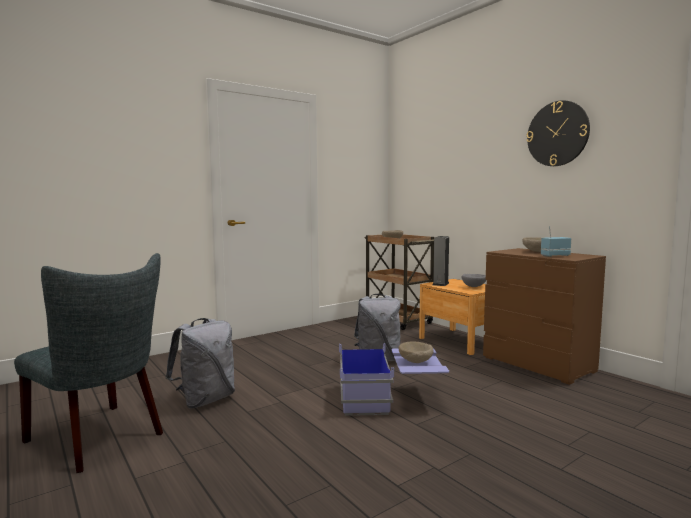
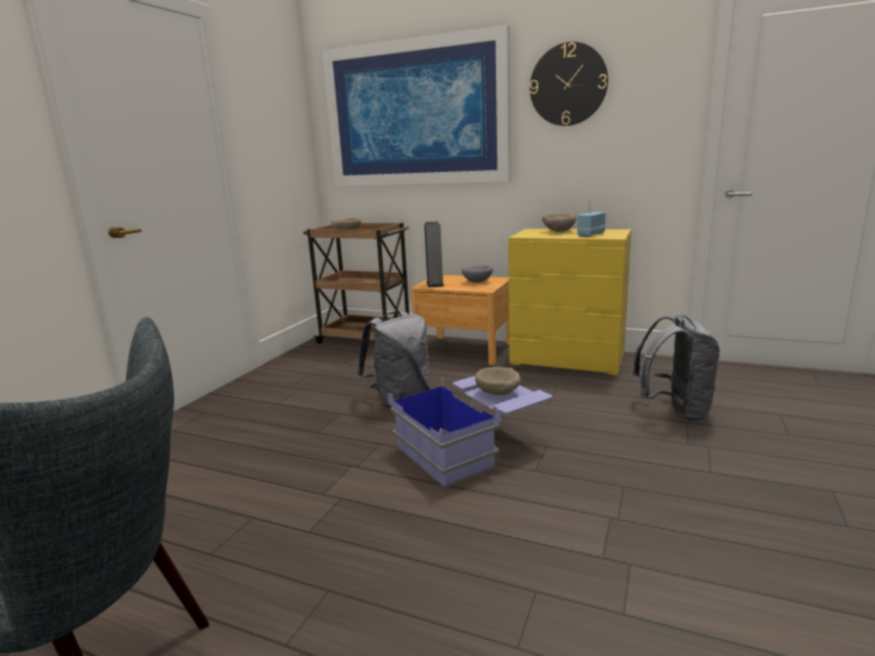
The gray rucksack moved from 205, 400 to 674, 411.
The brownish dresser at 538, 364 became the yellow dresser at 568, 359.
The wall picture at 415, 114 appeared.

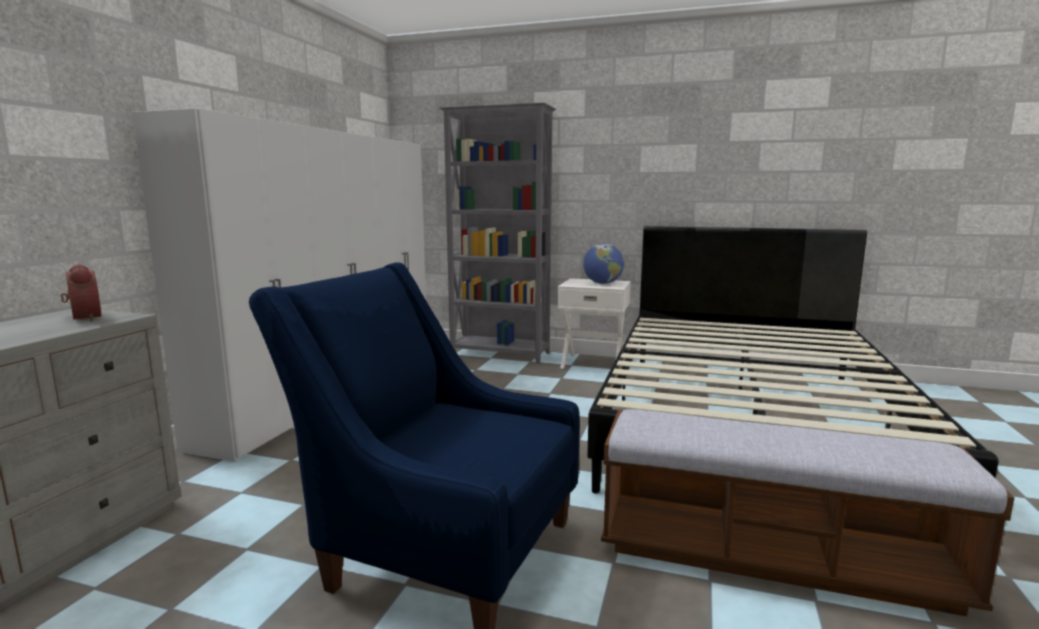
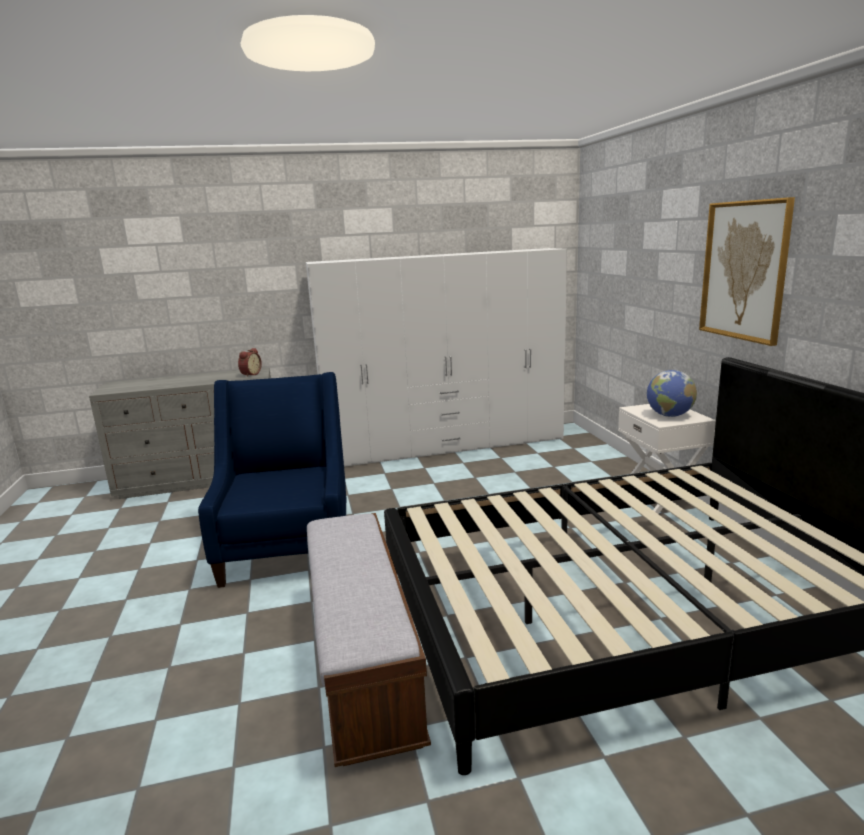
The gray shelving unit at 500, 354 disappeared.
The wall picture at 744, 270 appeared.

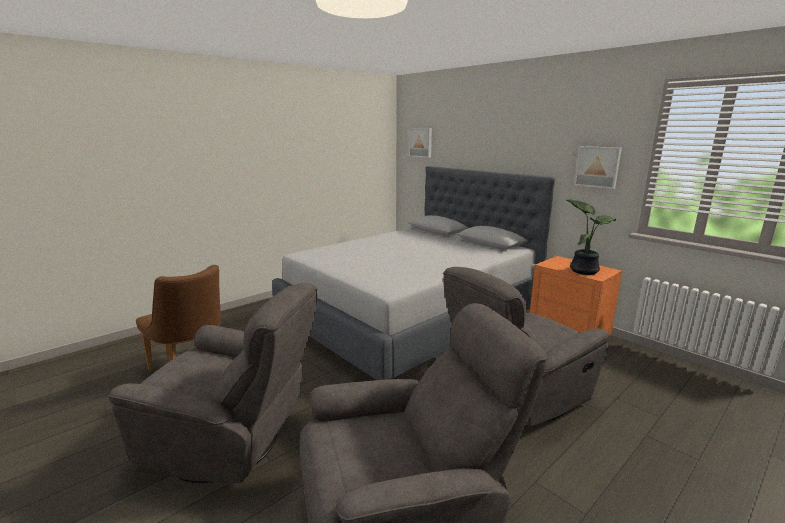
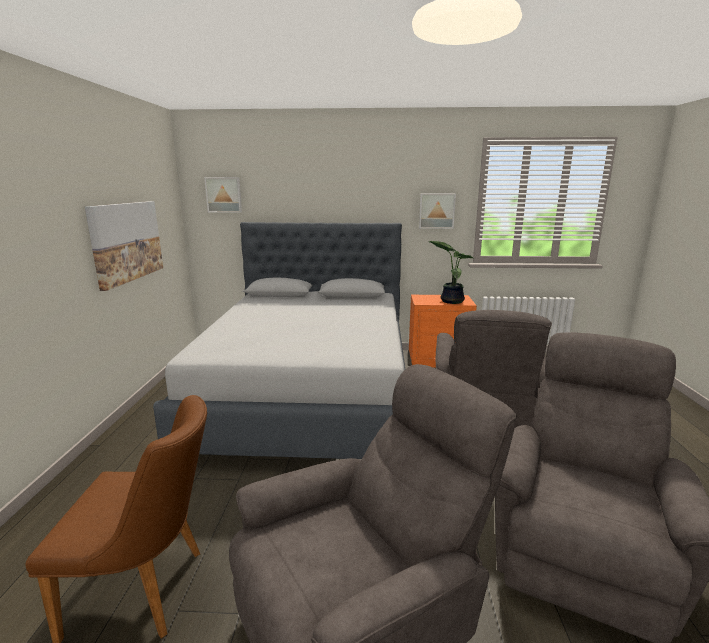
The wall picture at 126, 241 appeared.

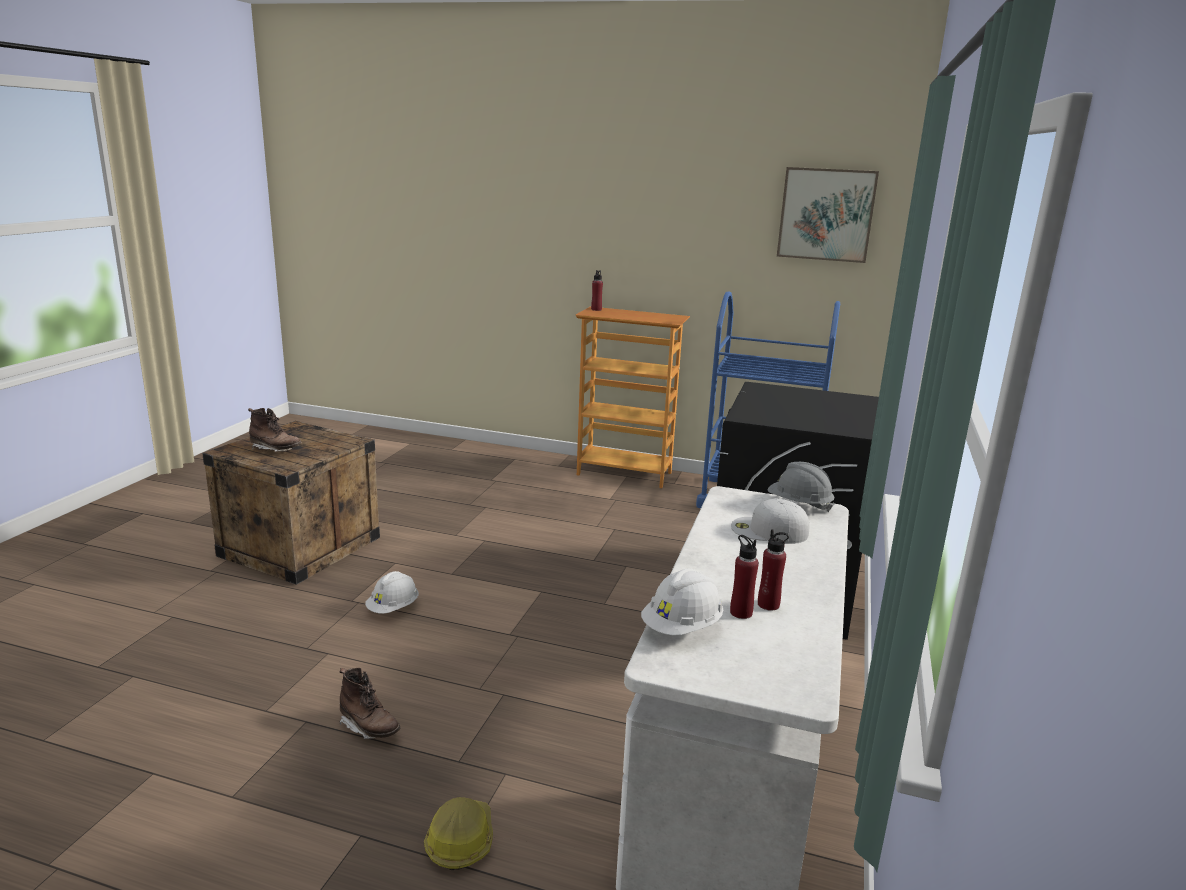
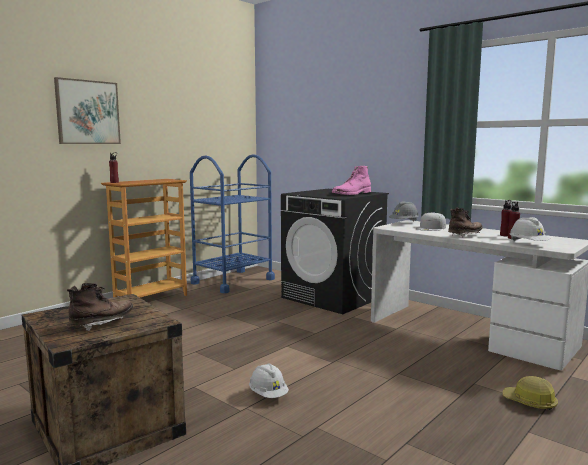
The brownish boot moved from 369, 727 to 465, 235.
The wall picture moved from 826, 214 to 87, 112.
The pink-coloured boot at 352, 194 appeared.

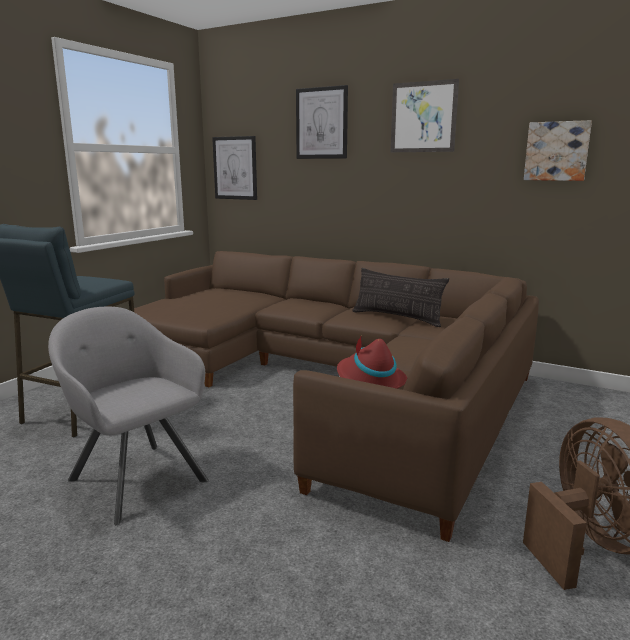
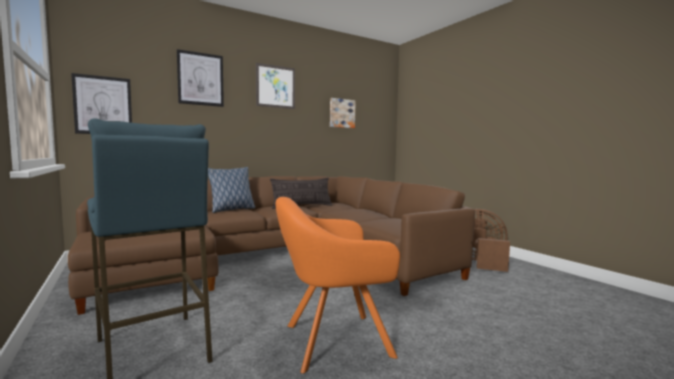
The gray easy chair at 134, 477 became the orange easy chair at 332, 341.
The red hat at 369, 380 disappeared.
The throw pillow at 231, 210 appeared.

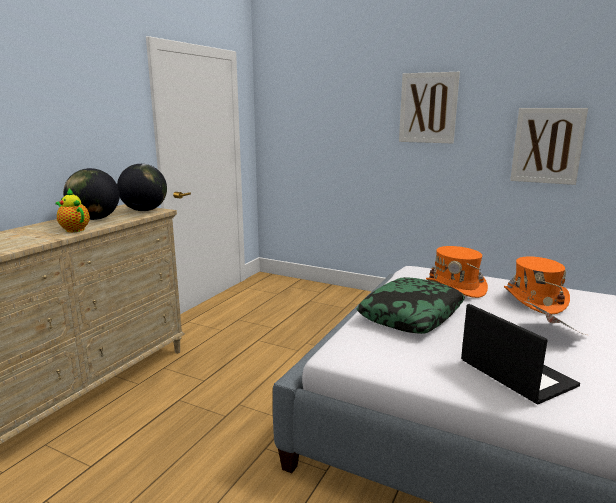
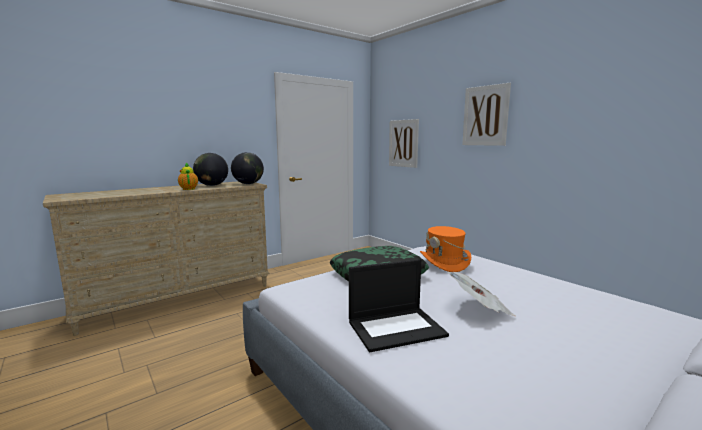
The notebook computer at 515, 373 turned 75 degrees clockwise.
The orange hat at 534, 300 disappeared.
The wall picture moved from 547, 146 to 403, 143.

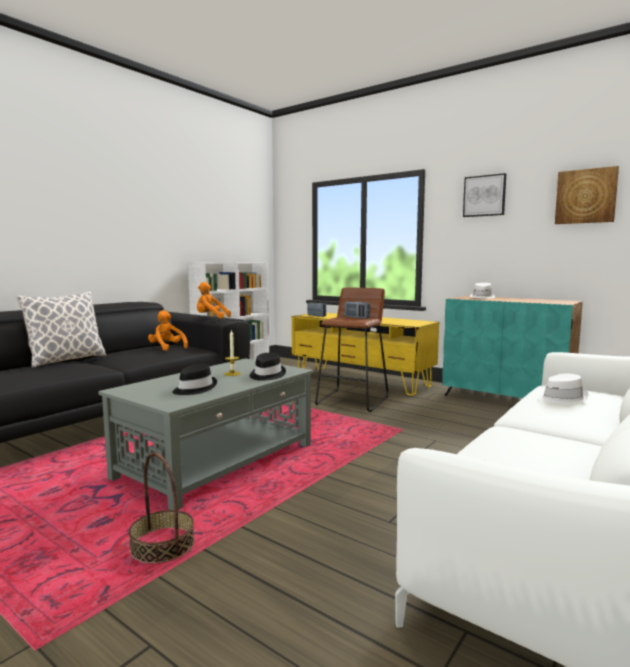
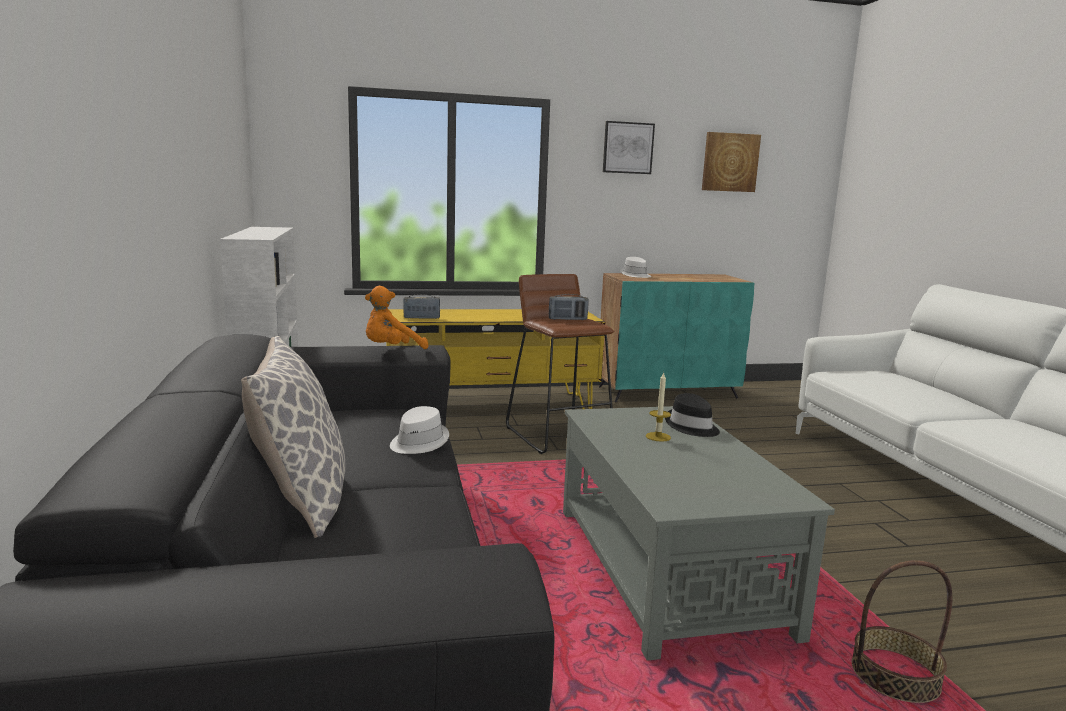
The orange soft toy at 167, 348 disappeared.
The black-coloured hat at 194, 389 disappeared.
The white-coloured hat moved from 561, 398 to 418, 442.

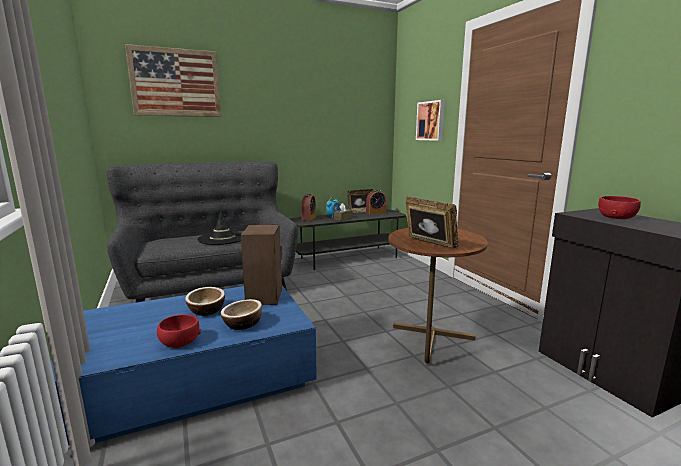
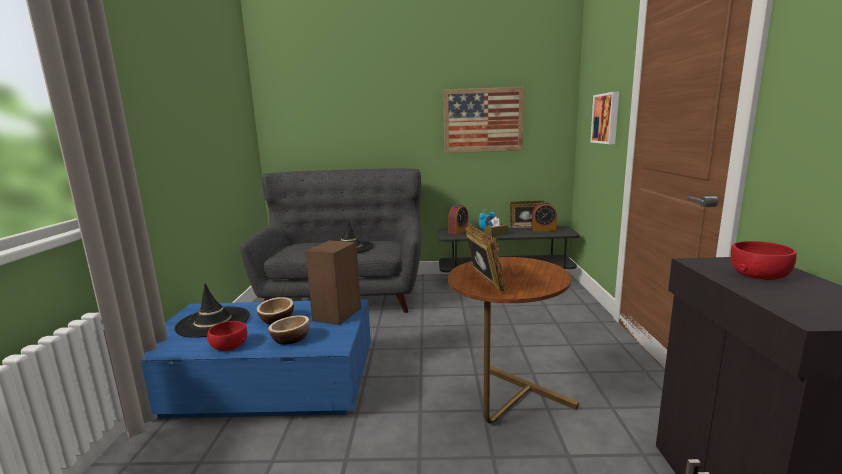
The wall picture moved from 176, 83 to 483, 120.
The black-coloured hat at 213, 322 appeared.

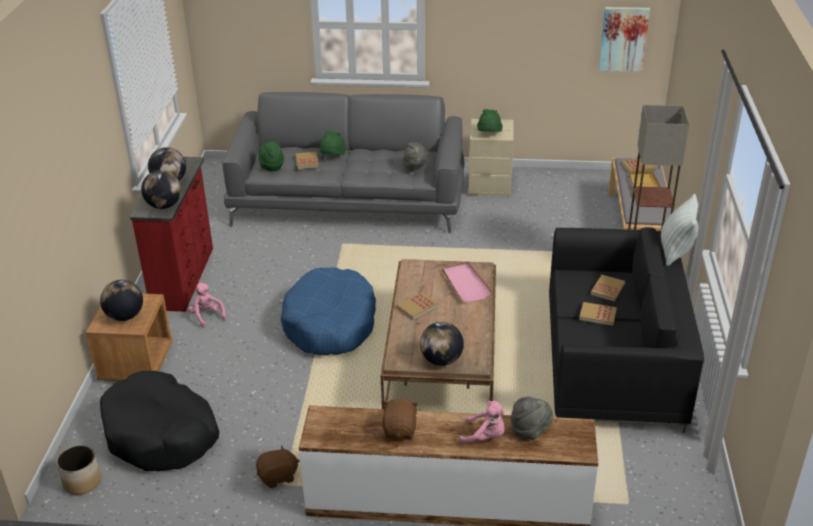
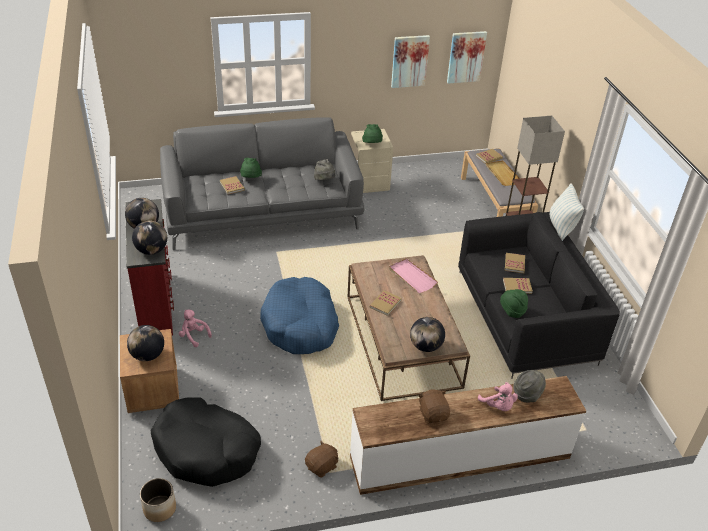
The greenish hat moved from 271, 166 to 512, 311.
The pink-coloured soft toy at 485, 436 turned 60 degrees clockwise.
The wall picture at 409, 61 appeared.

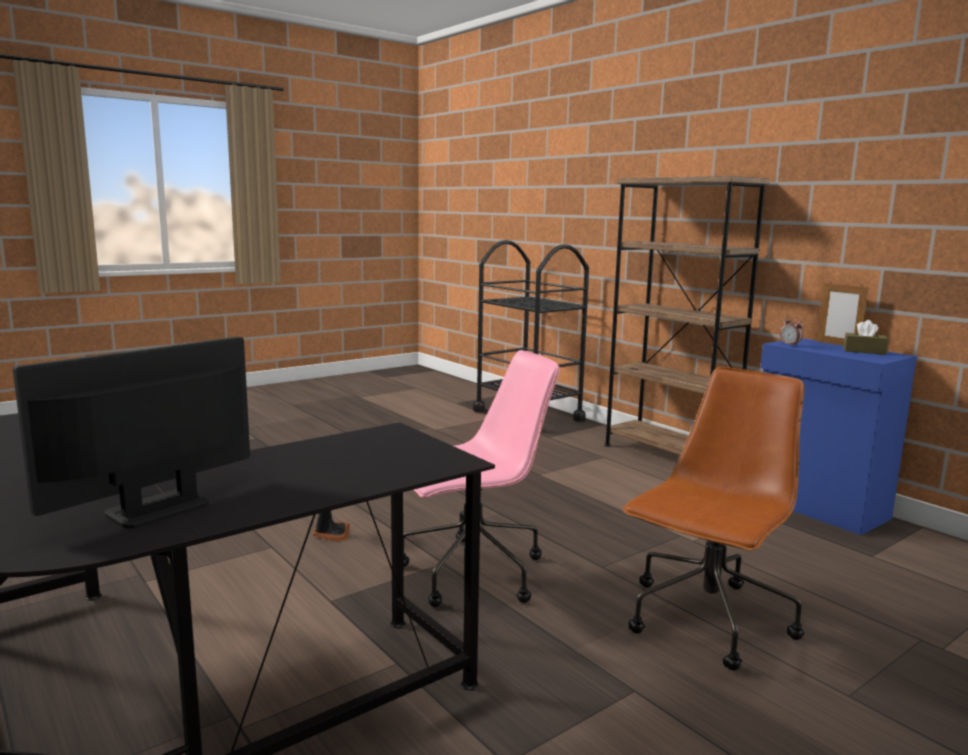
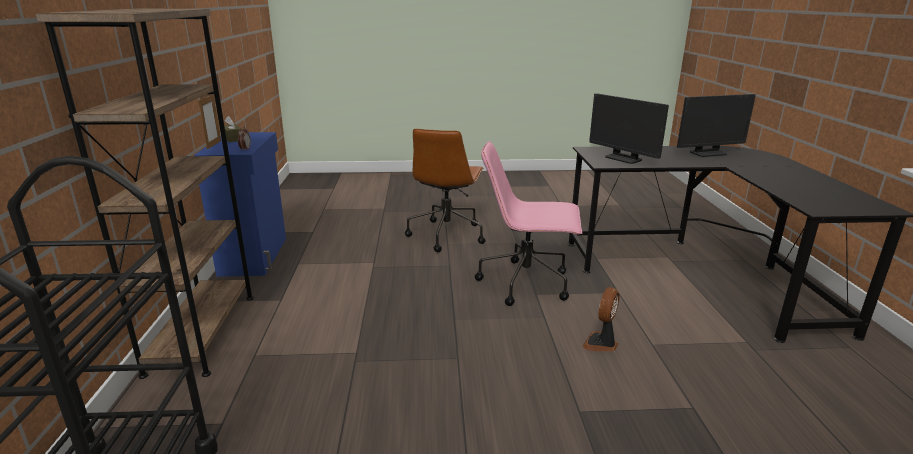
The brownish desk chair at 707, 621 turned 60 degrees counterclockwise.
The monitor at 623, 158 appeared.

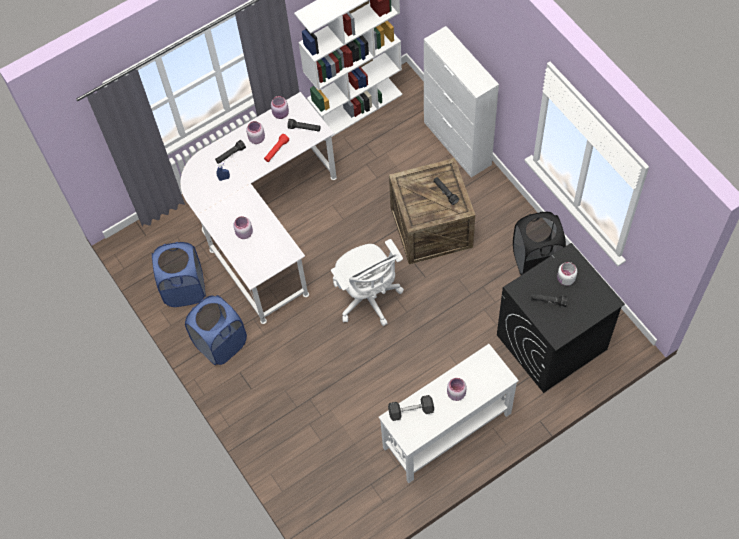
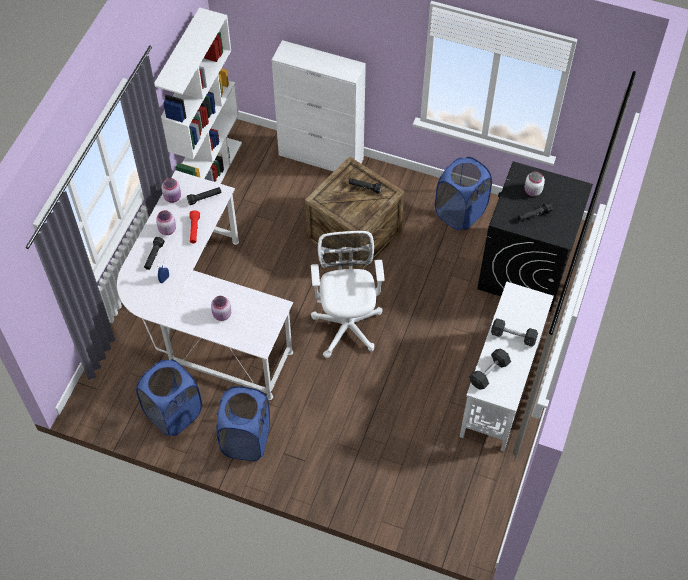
The white-coloured desk chair at 368, 298 turned 120 degrees counterclockwise.
The pink-coloured preserve jar at 455, 393 was replaced by the gray free weight at 513, 336.
The black-coloured hamper at 536, 260 became the blue-coloured hamper at 460, 212.

